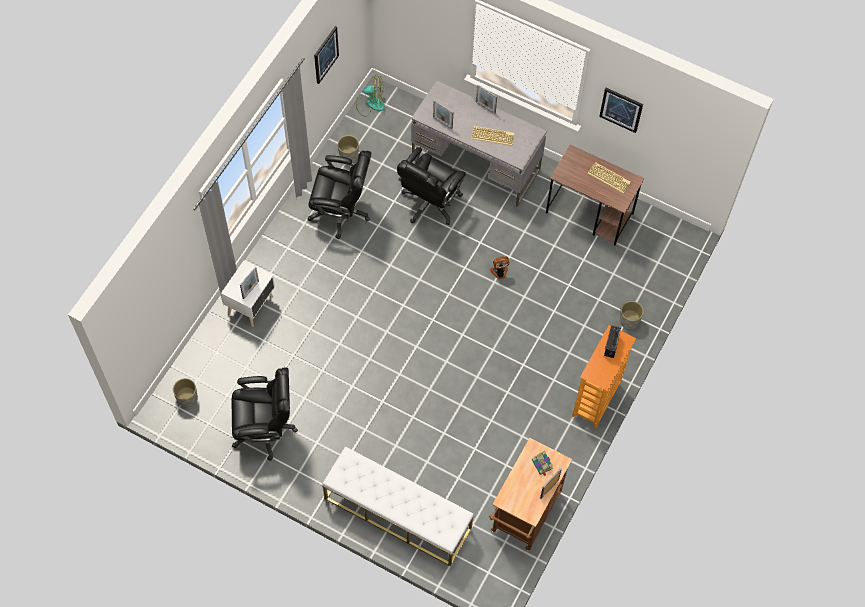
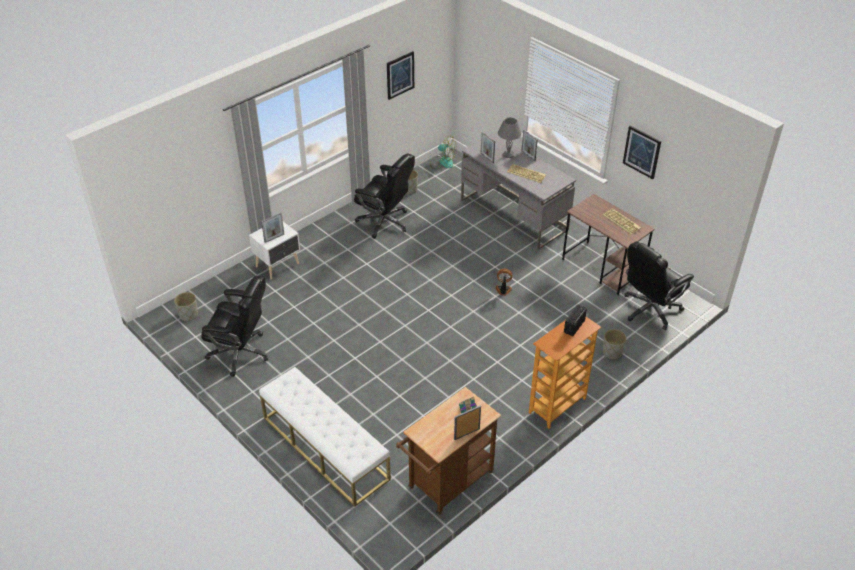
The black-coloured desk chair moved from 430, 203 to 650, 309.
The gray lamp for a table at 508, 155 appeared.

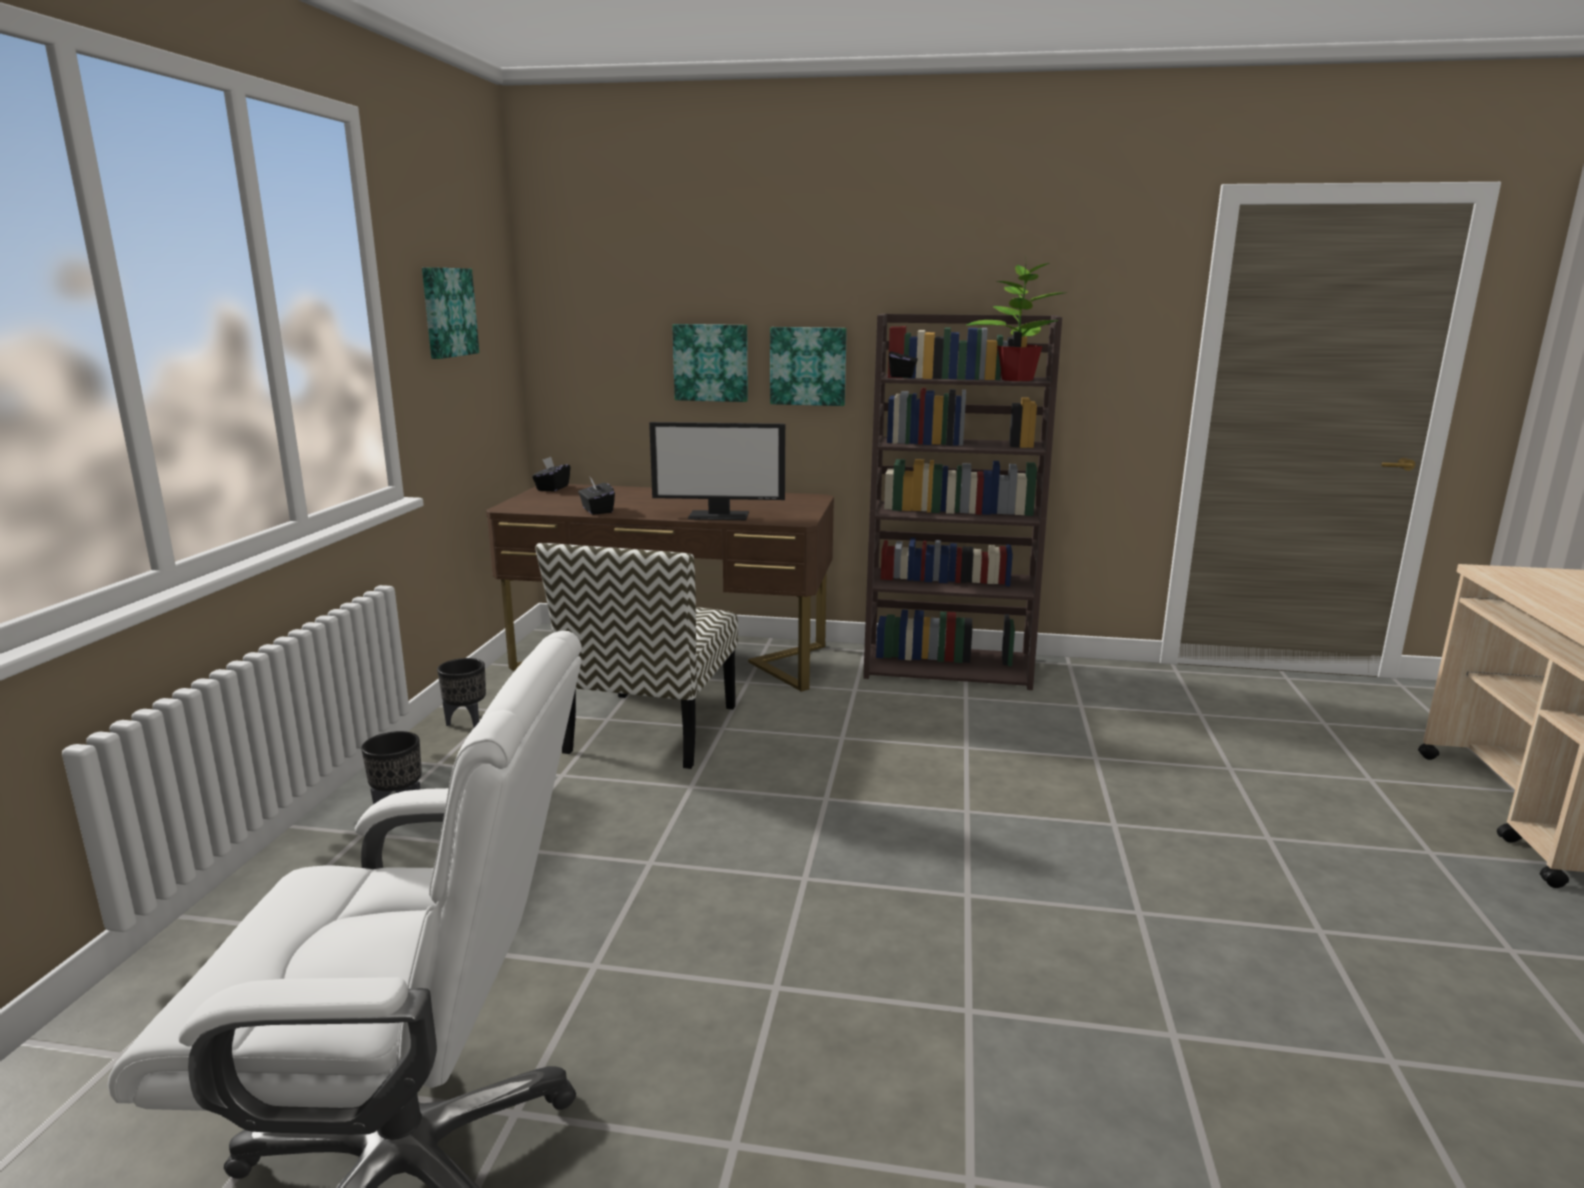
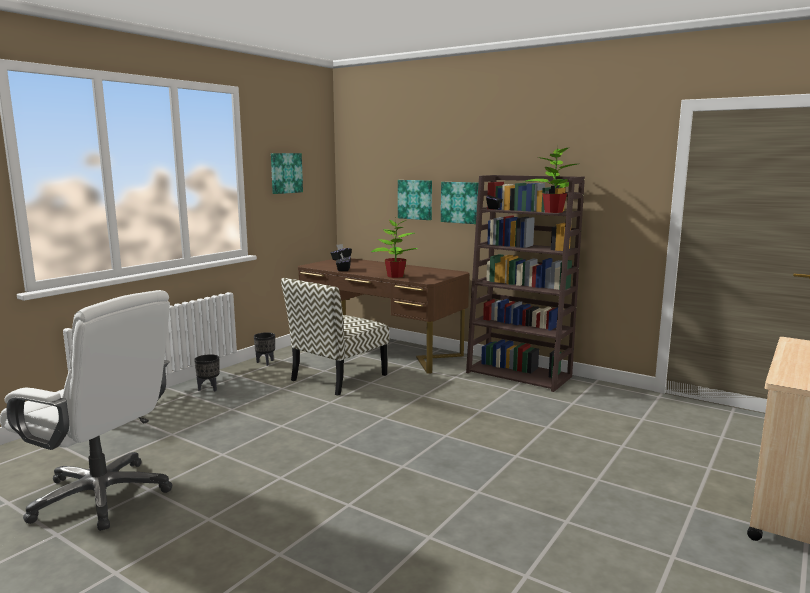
The monitor at 719, 515 was replaced by the houseplant at 395, 276.

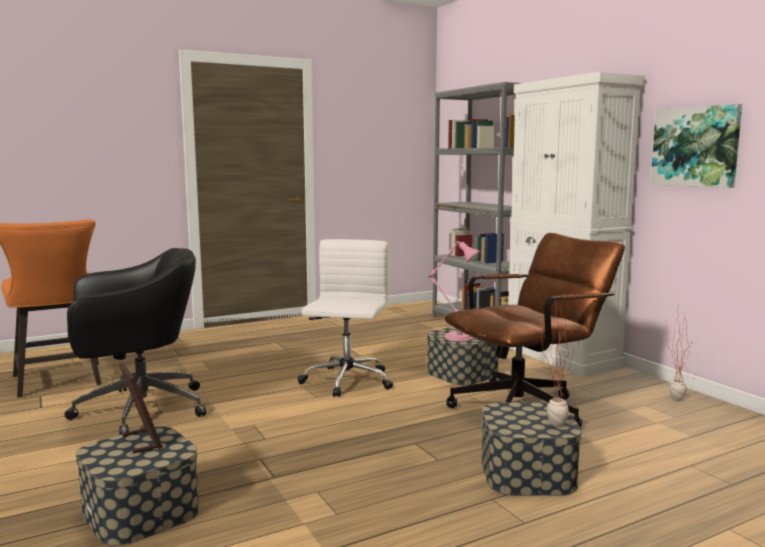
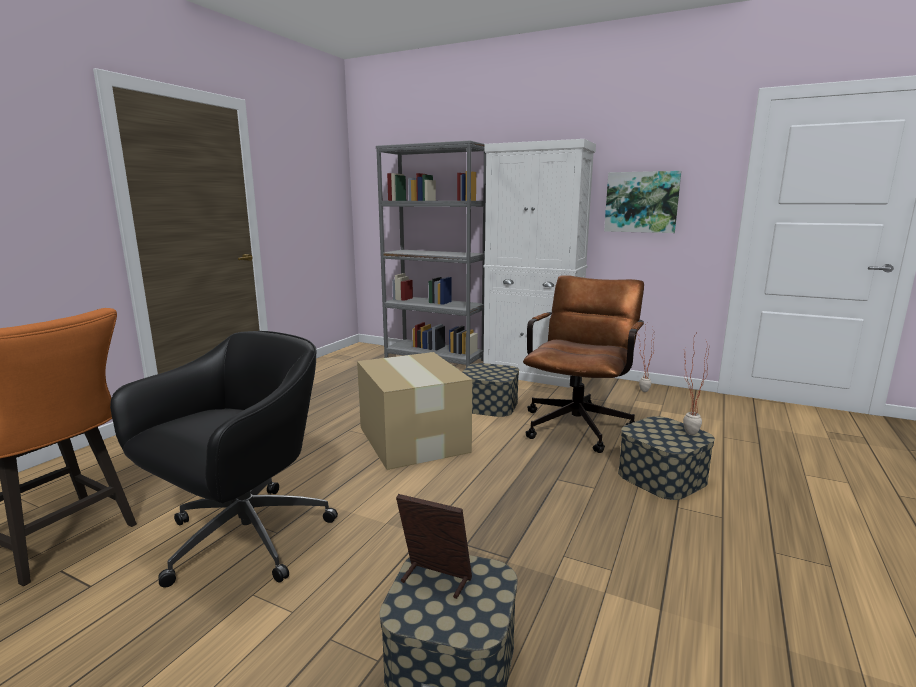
The white-coloured desk chair at 346, 382 was replaced by the packing box at 413, 438.
The pink-coloured lamp for a table at 457, 337 disappeared.

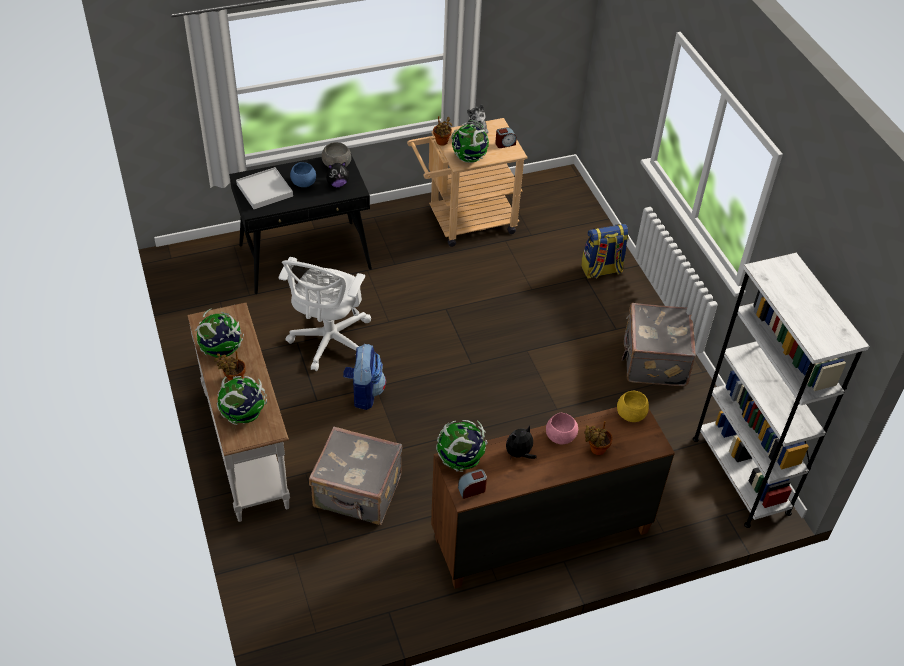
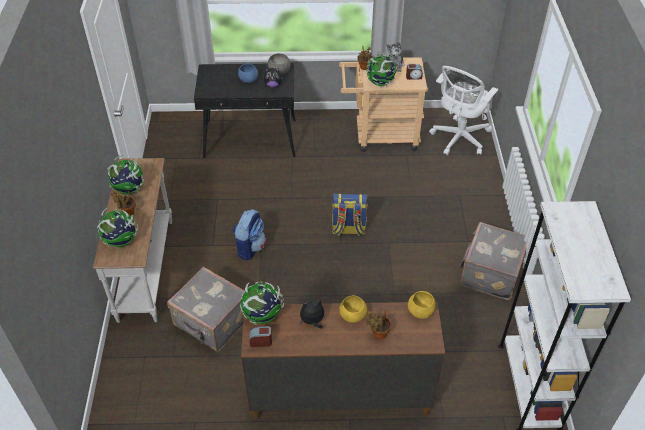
The white-coloured carrying tray at 264, 190 disappeared.
The white-coloured desk chair moved from 328, 342 to 458, 139.
The pink-coloured serving bowl at 560, 437 became the yellow serving bowl at 352, 315.
The rucksack moved from 601, 270 to 348, 229.

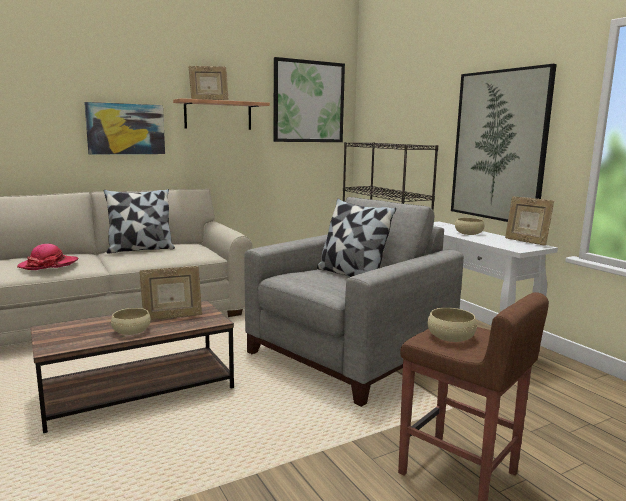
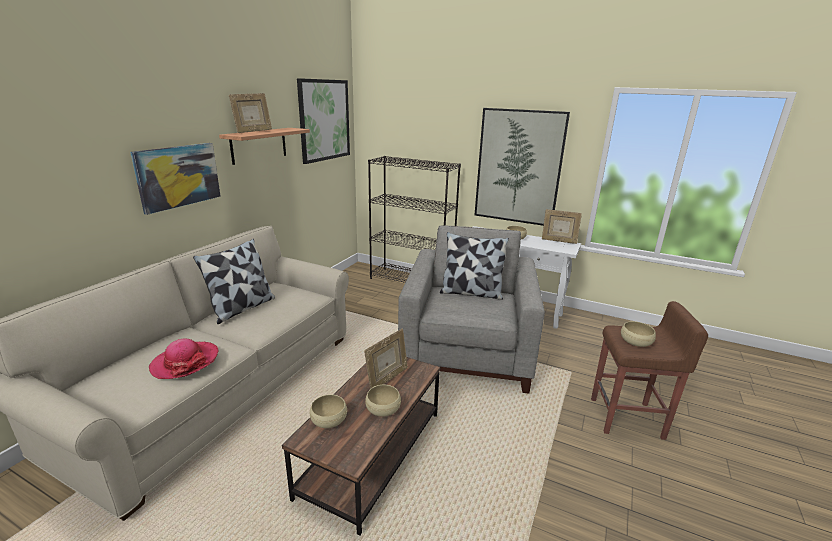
The beige-coloured serving bowl at 329, 420 appeared.

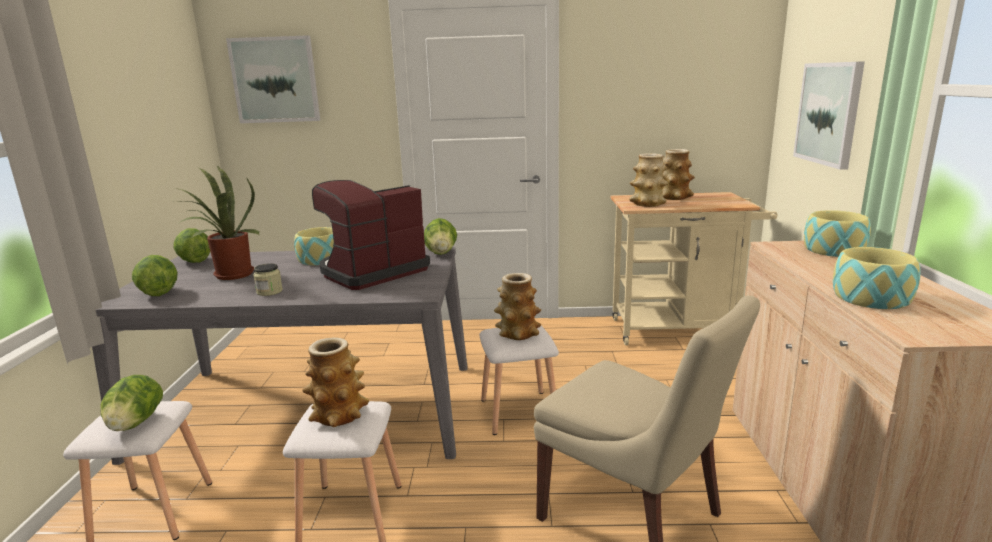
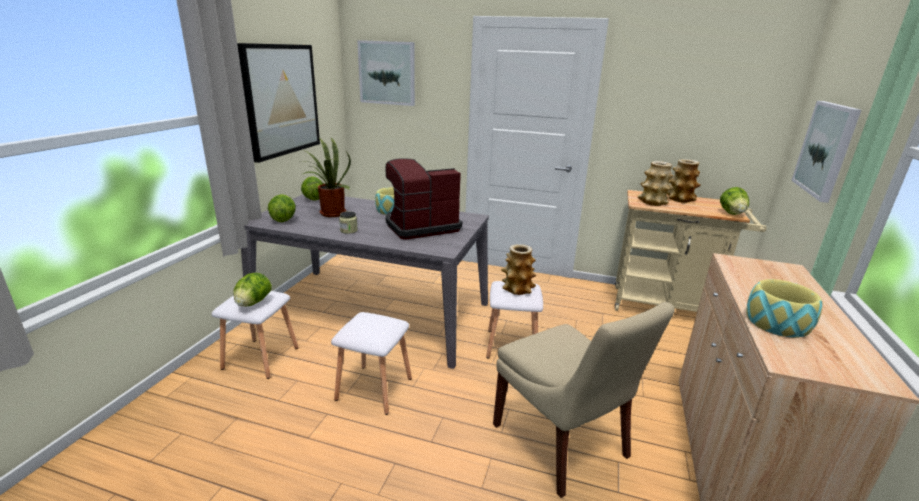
The flower vase at 339, 415 disappeared.
The lettuce moved from 441, 253 to 732, 213.
The serving bowl at 833, 250 disappeared.
The wall picture at 281, 100 appeared.

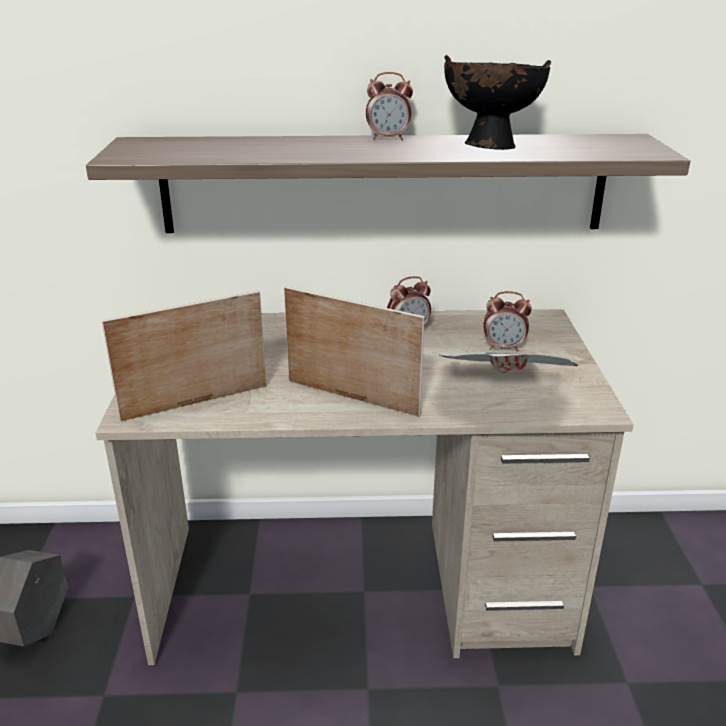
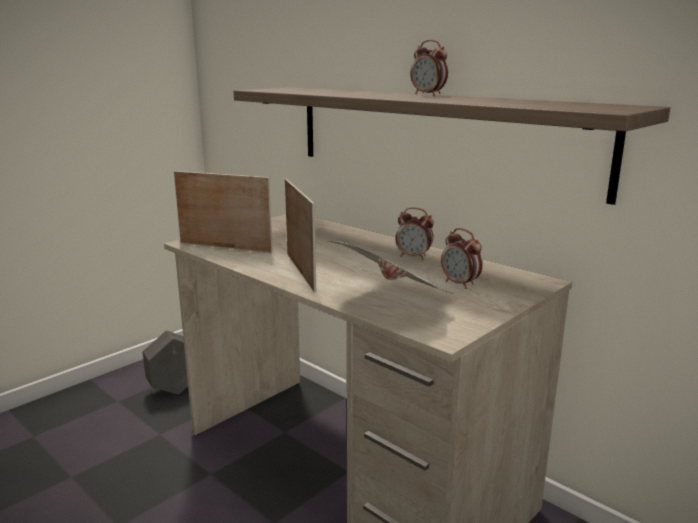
The black-coloured serving bowl at 488, 147 disappeared.

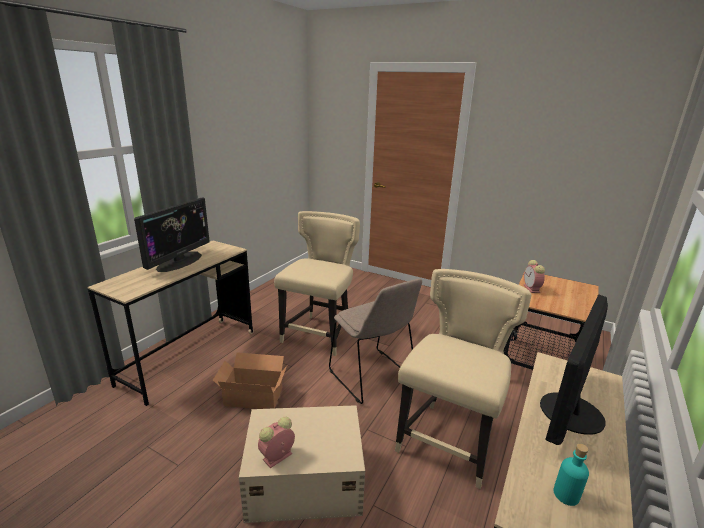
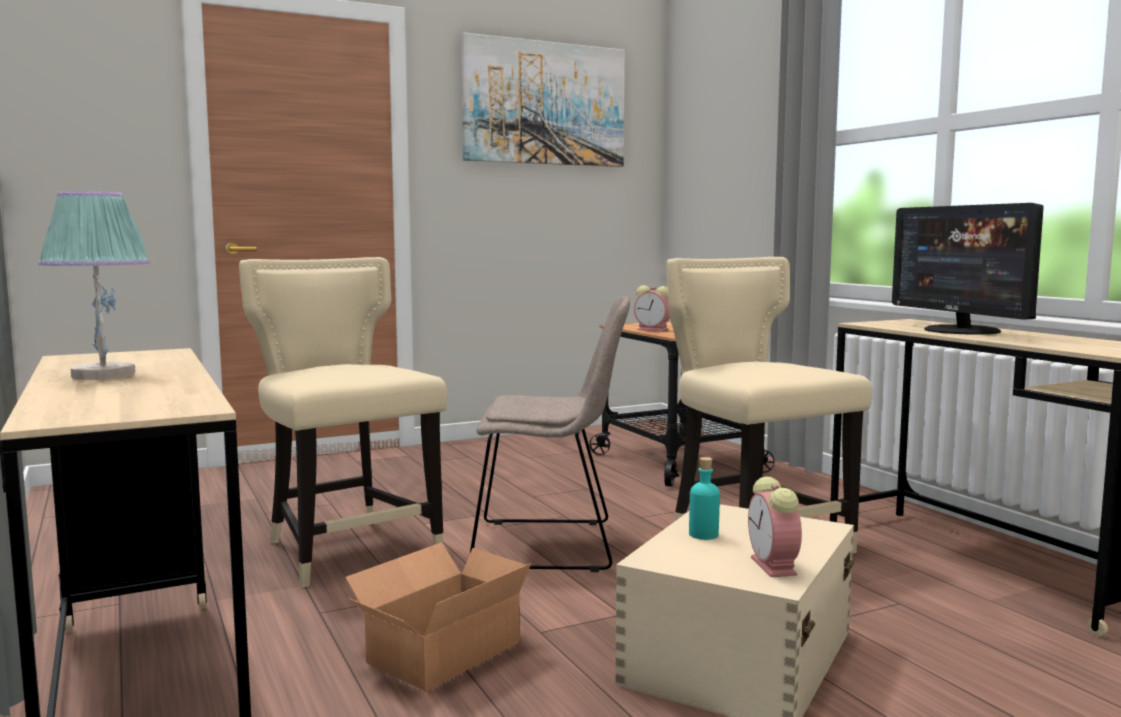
The monitor at 179, 261 was replaced by the lamp for a table at 102, 375.
The turquoise drink bottle moved from 566, 495 to 703, 534.
The wall picture at 544, 103 appeared.

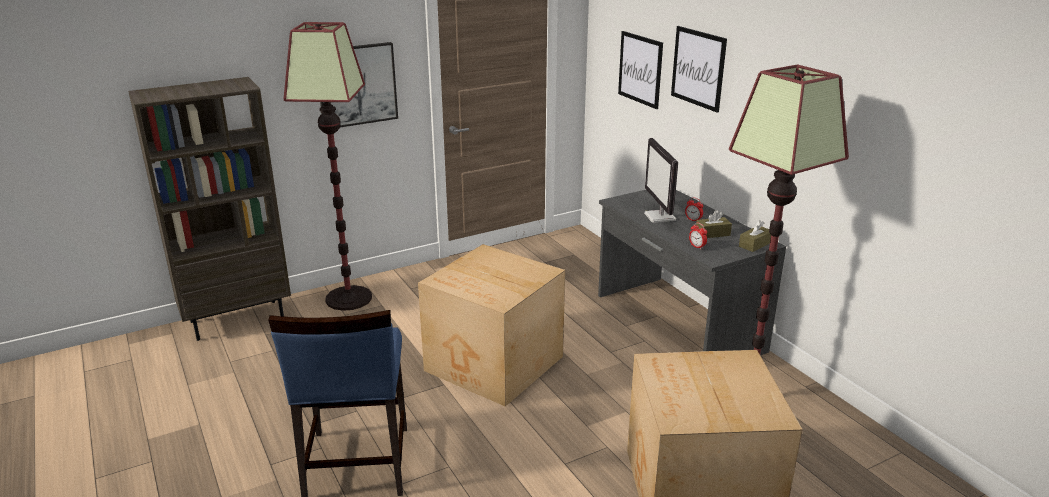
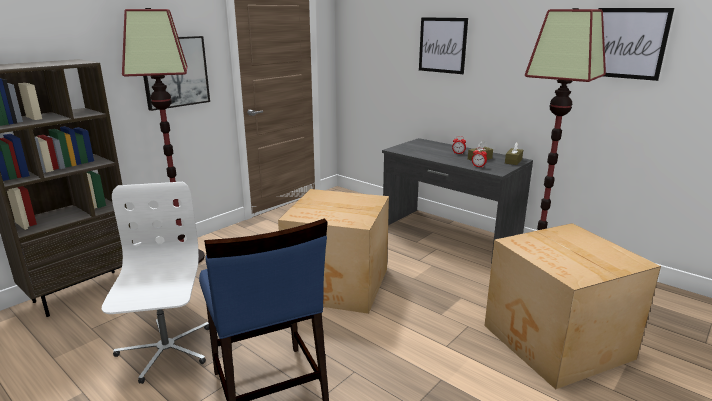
The wall picture moved from 640, 69 to 628, 43.
The monitor at 660, 217 disappeared.
The white-coloured desk chair at 165, 350 appeared.

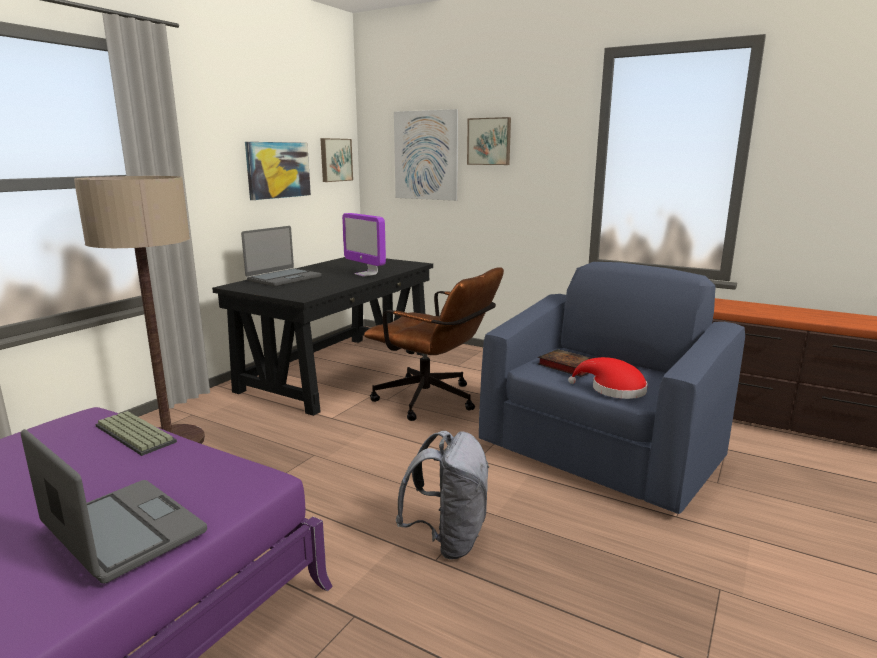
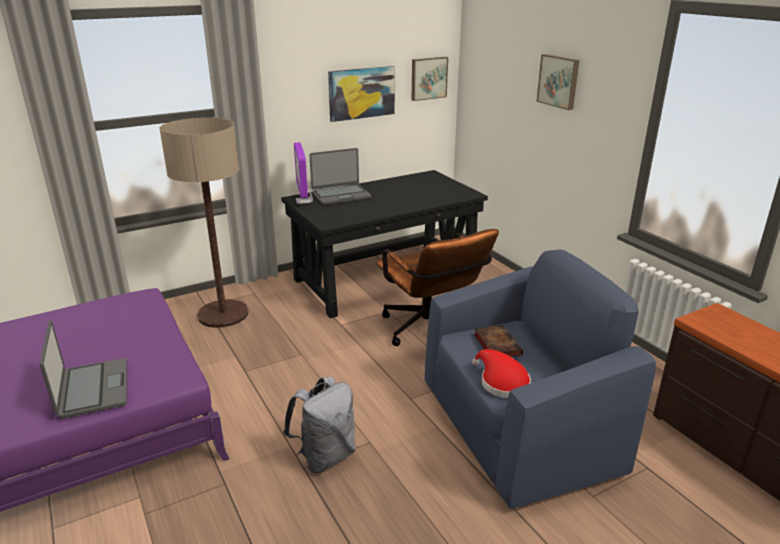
The keyboard at 133, 434 disappeared.
The monitor moved from 366, 274 to 304, 201.
The wall picture at 426, 155 disappeared.

